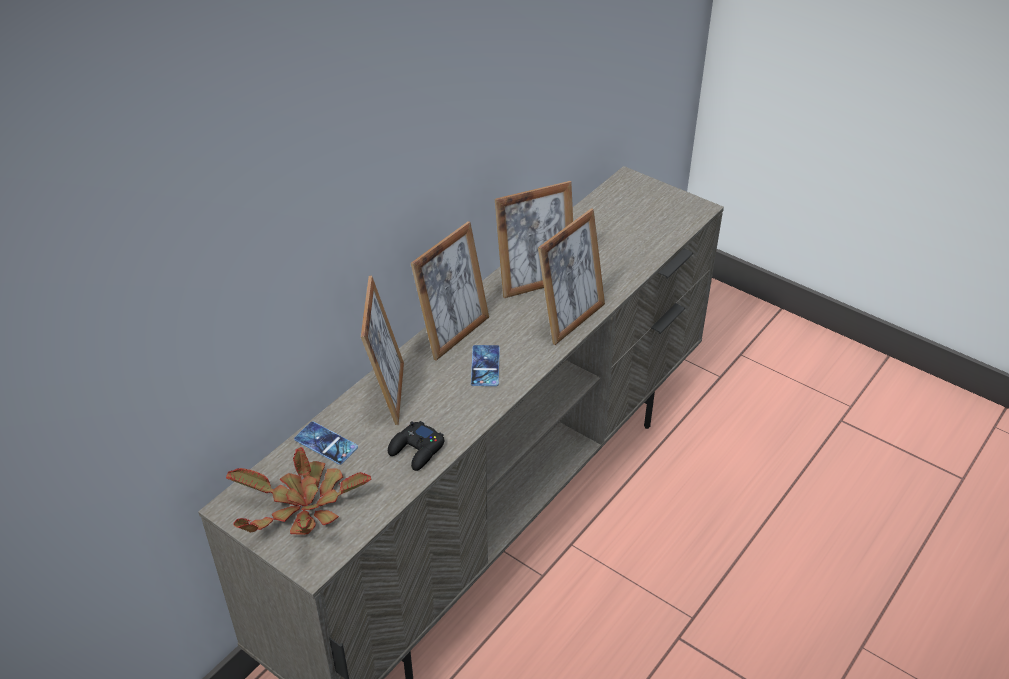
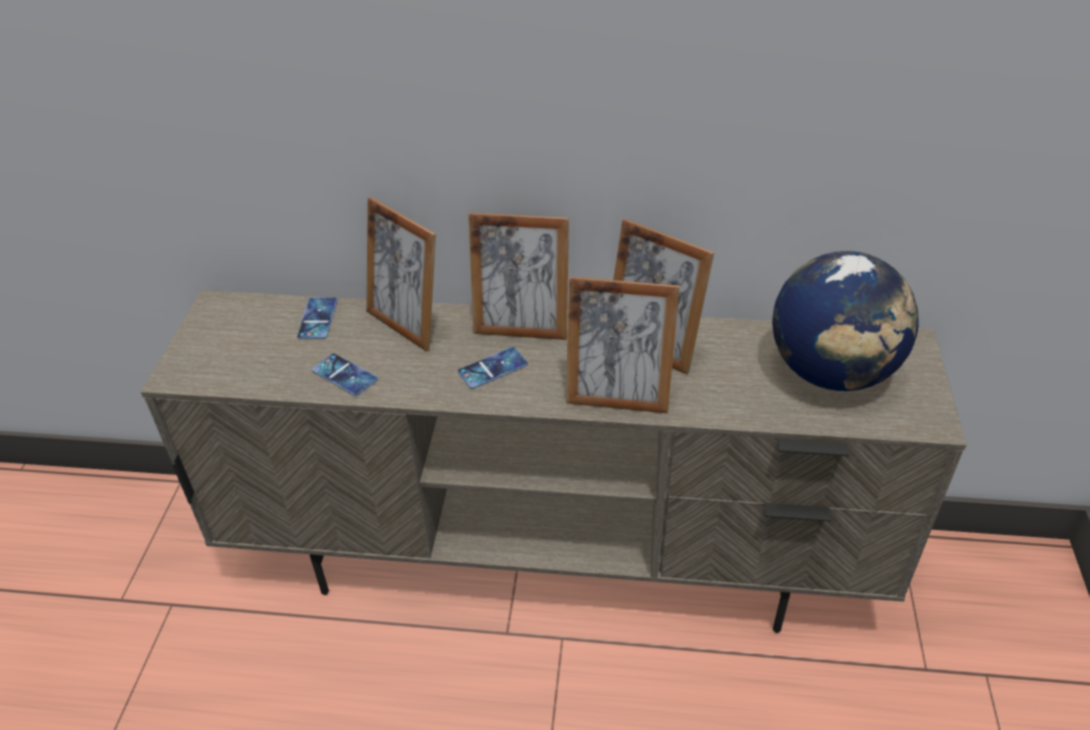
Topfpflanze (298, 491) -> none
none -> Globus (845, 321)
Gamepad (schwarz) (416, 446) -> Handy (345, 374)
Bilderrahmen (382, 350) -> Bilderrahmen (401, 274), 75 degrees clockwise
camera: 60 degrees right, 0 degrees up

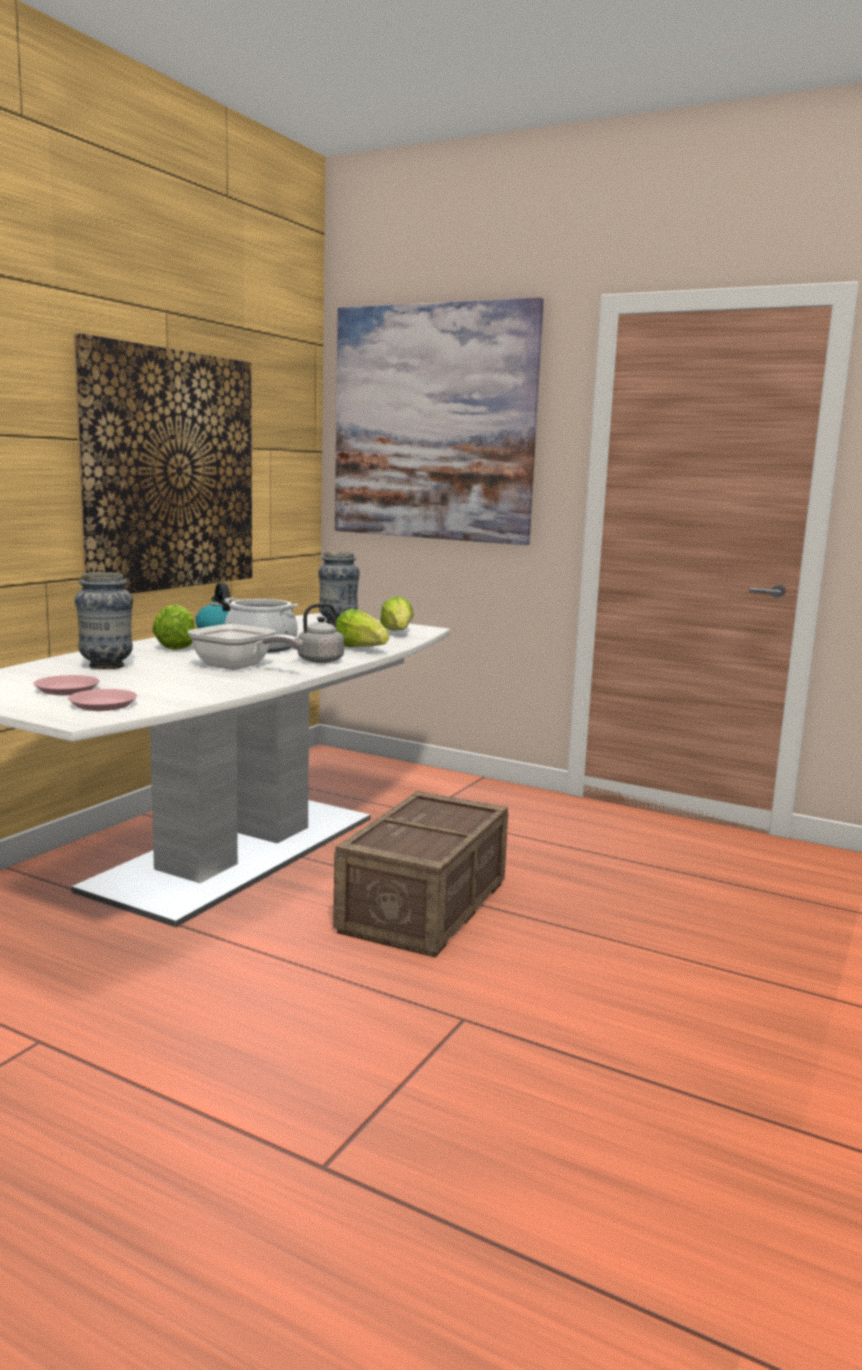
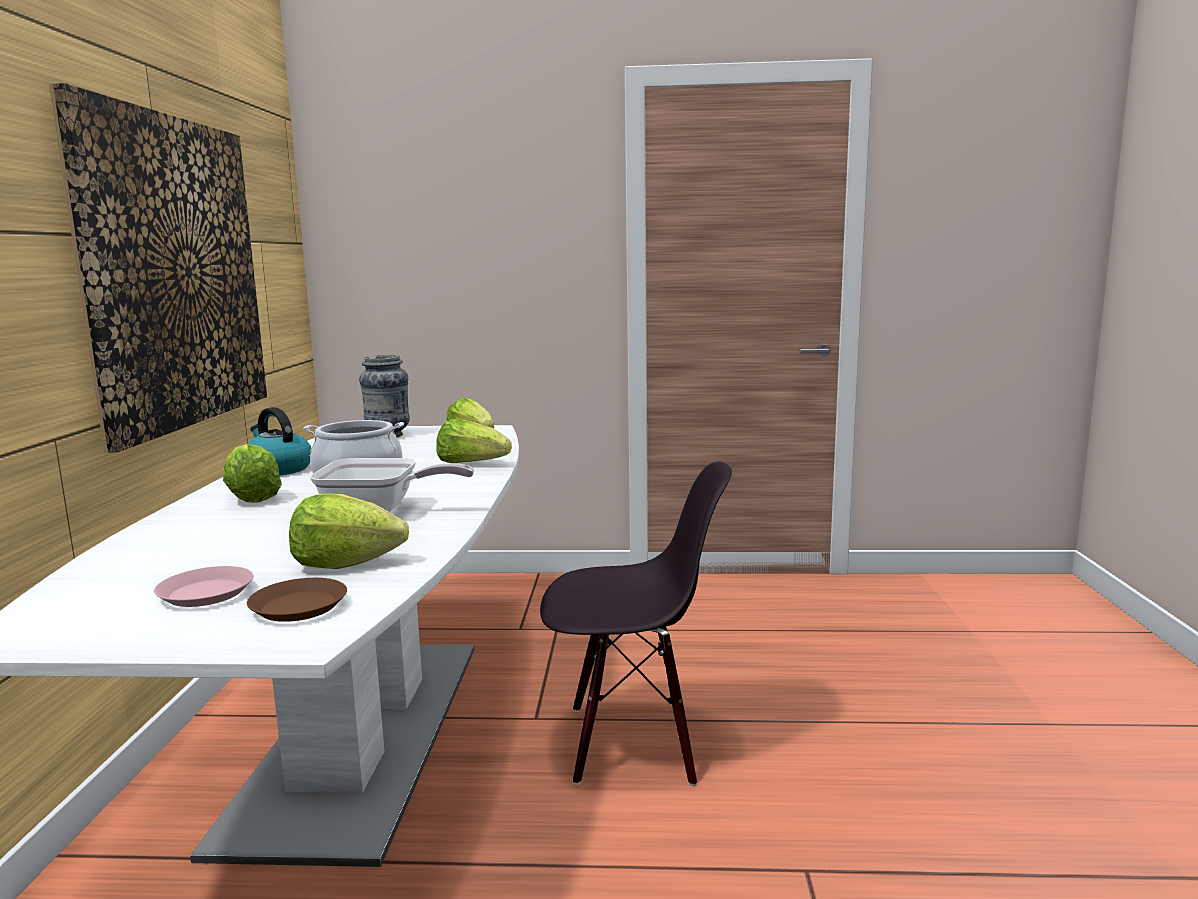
Vase (103, 620) -> none
Wasserkessel (grau) (314, 633) -> none
Bild (439, 421) -> none
none -> Salatkopf (349, 531)
Kiste (420, 874) -> Stuhl (schwarz) (636, 624)
Teller (rosa) (102, 700) -> Teller (braun) (297, 600)
camera: 25 degrees left, 0 degrees up

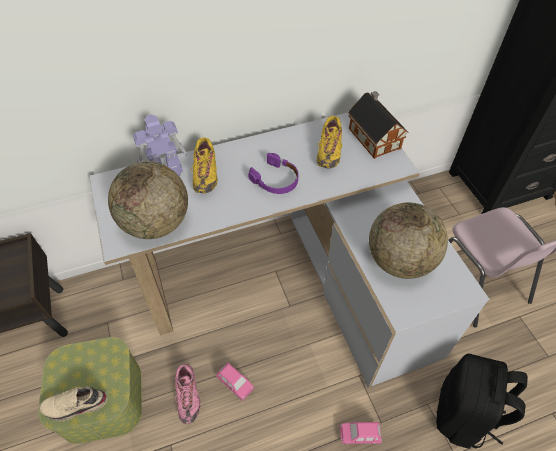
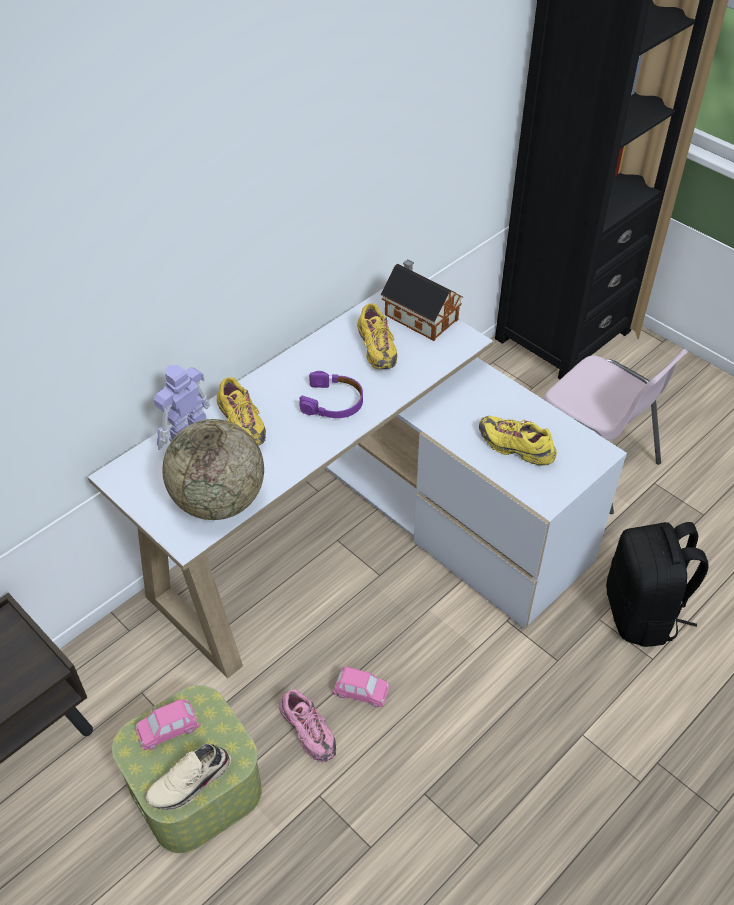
Spielzeugauto (rosa) (361, 432) -> Spielzeugauto (rosa) (167, 724), moved
Globus (408, 240) -> Schuh (gelb) (518, 441)
camera: 25 degrees left, 5 degrees down

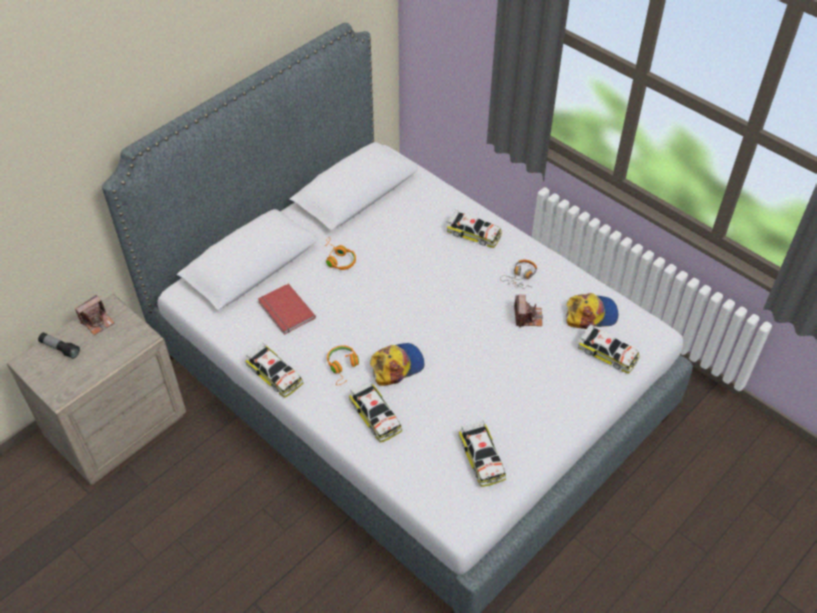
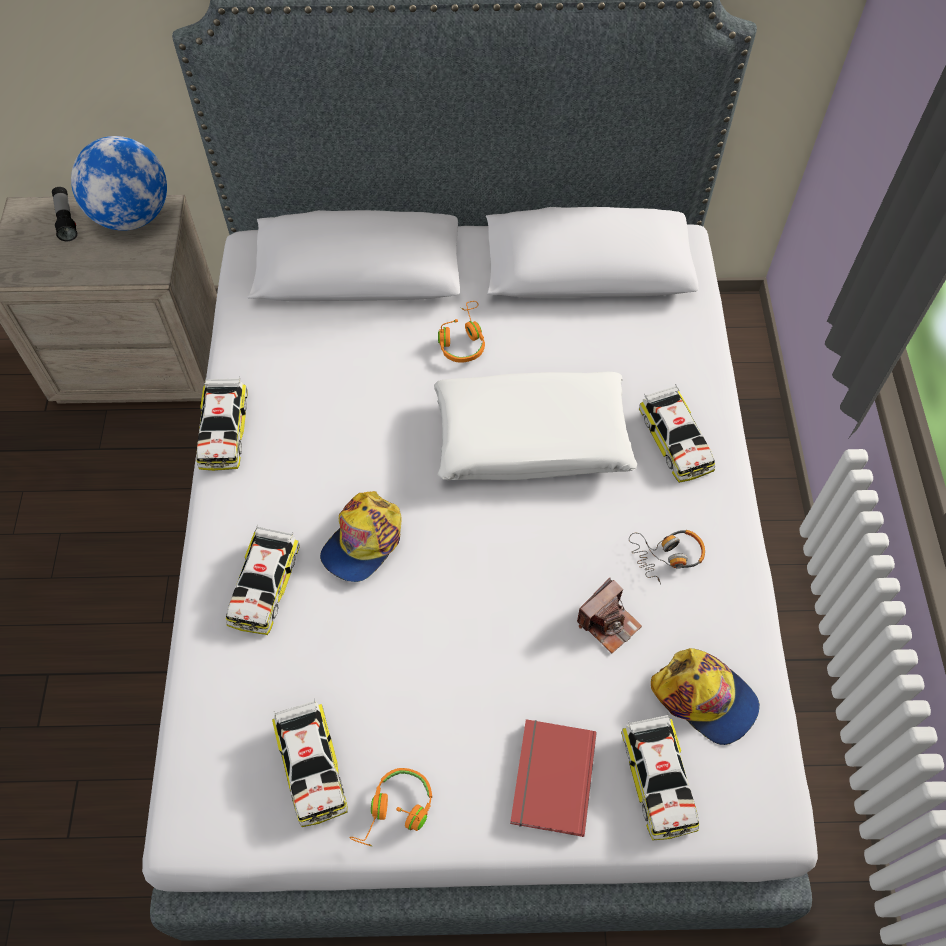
none -> Kissen (weiß) (535, 426)
Buch (rot) (287, 309) -> Buch (rot) (553, 778), moved
Kopfhörer (orange) (343, 365) -> Kopfhörer (orange) (391, 807), moved
Kamera (95, 315) -> Globus (119, 183)
Kappe (397, 364) -> Kappe (361, 536), 105 degrees clockwise
Spielzeugauto (482, 454) -> Spielzeugauto (310, 763), 45 degrees counterclockwise
camera: 45 degrees right, 10 degrees up

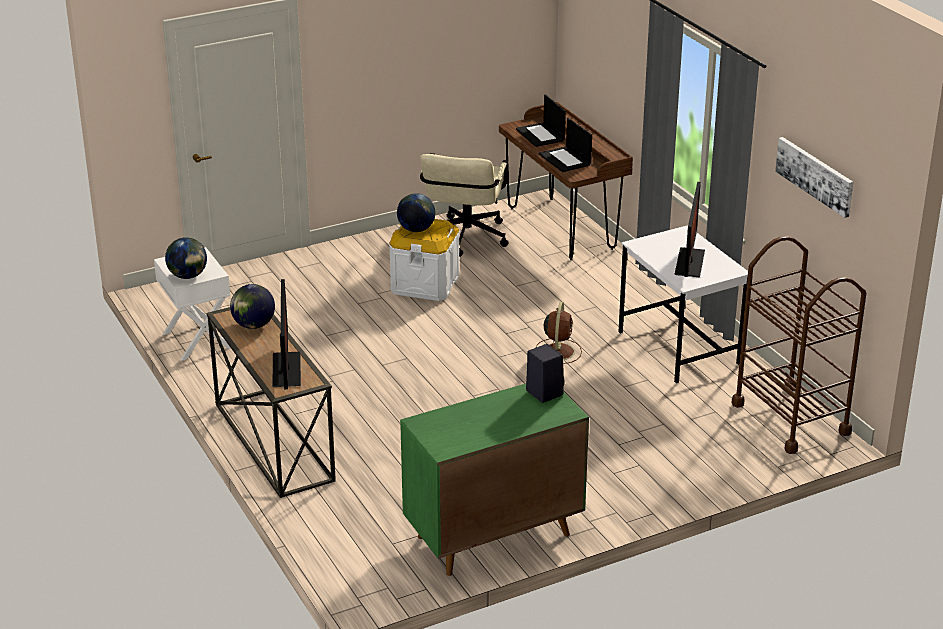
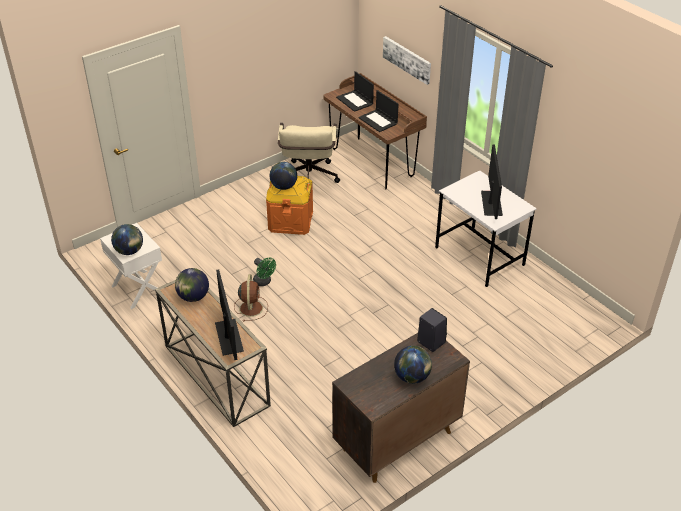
Rollwagen (braun) (799, 345) -> none
none -> Ventilator (grün) (264, 272)
none -> Globus (413, 365)
Ventilator (braun) (559, 333) -> Ventilator (braun) (251, 297), moved
Bild (814, 177) -> Bild (407, 60), moved
Aufbewahrungsbox (weiß) (424, 260) -> Aufbewahrungsbox (orange) (289, 205)
Schrank (grün) (494, 480) -> Schrank (braun) (401, 408)
camera: 10 degrees left, 10 degrees up

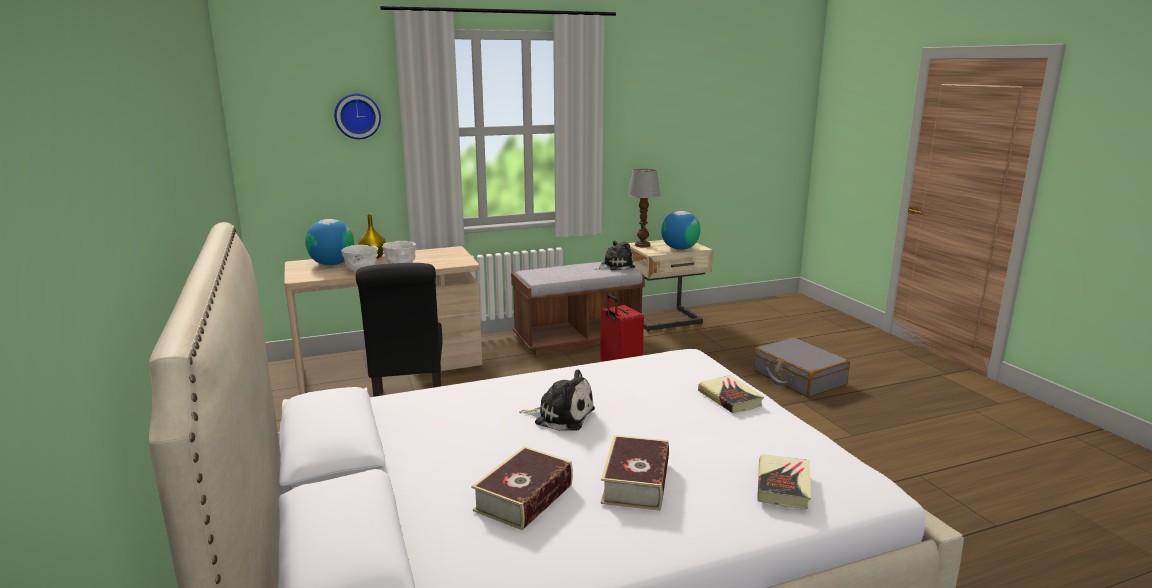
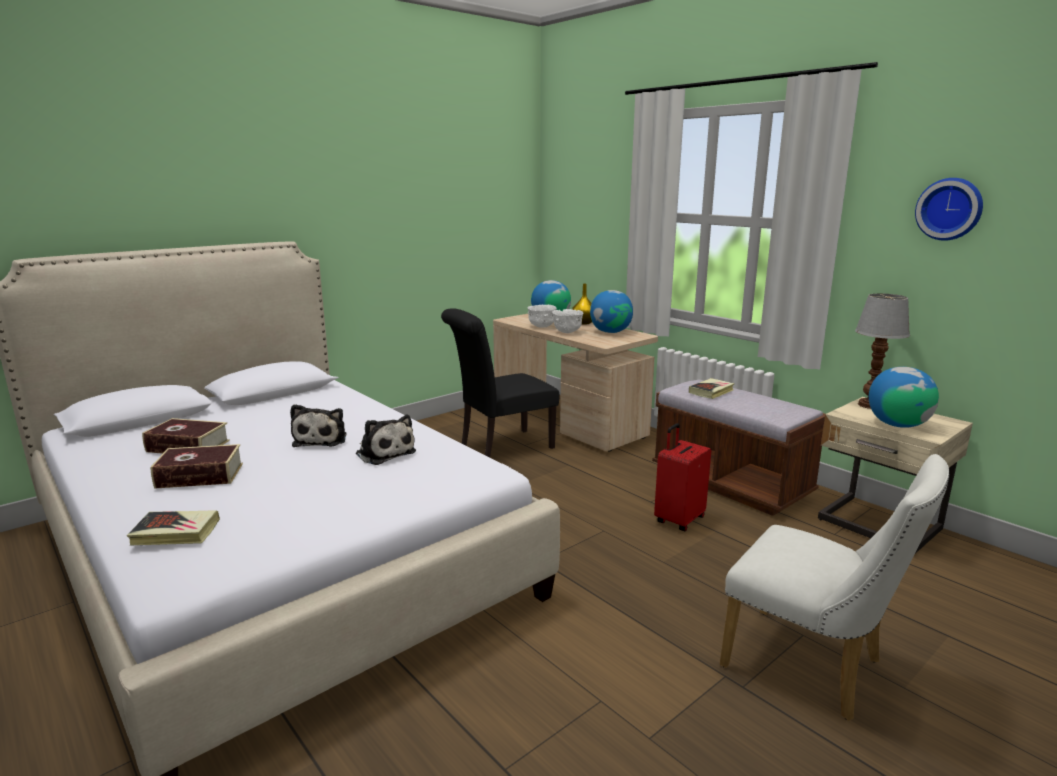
none -> Globus (611, 311)
Wanduhr (357, 116) -> Wanduhr (949, 209), moved
Plüschtier (615, 255) -> Plüschtier (386, 440), moved
Buch (731, 394) -> Buch (712, 388), moved
Koffer (grau) (802, 367) -> Stuhl (weiß) (834, 587)
camera: 70 degrees right, 0 degrees up

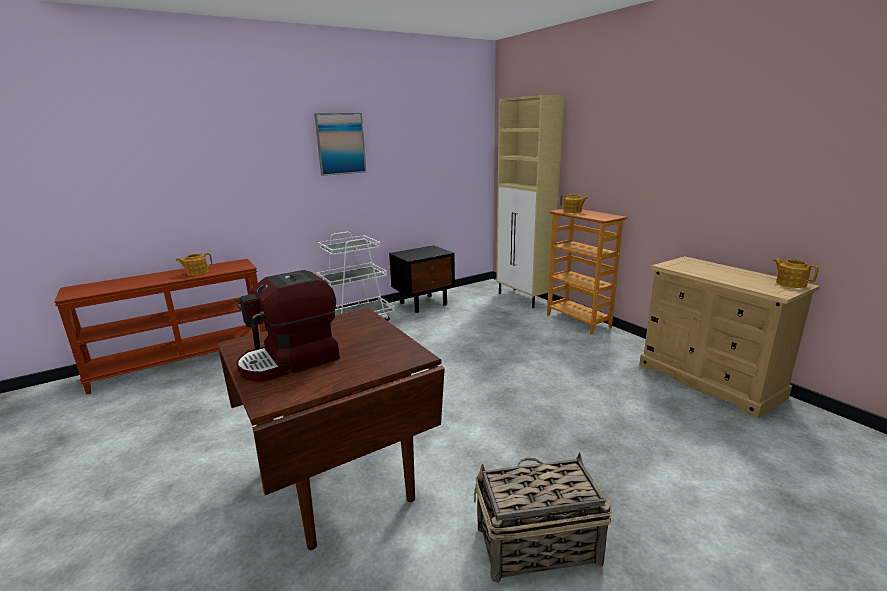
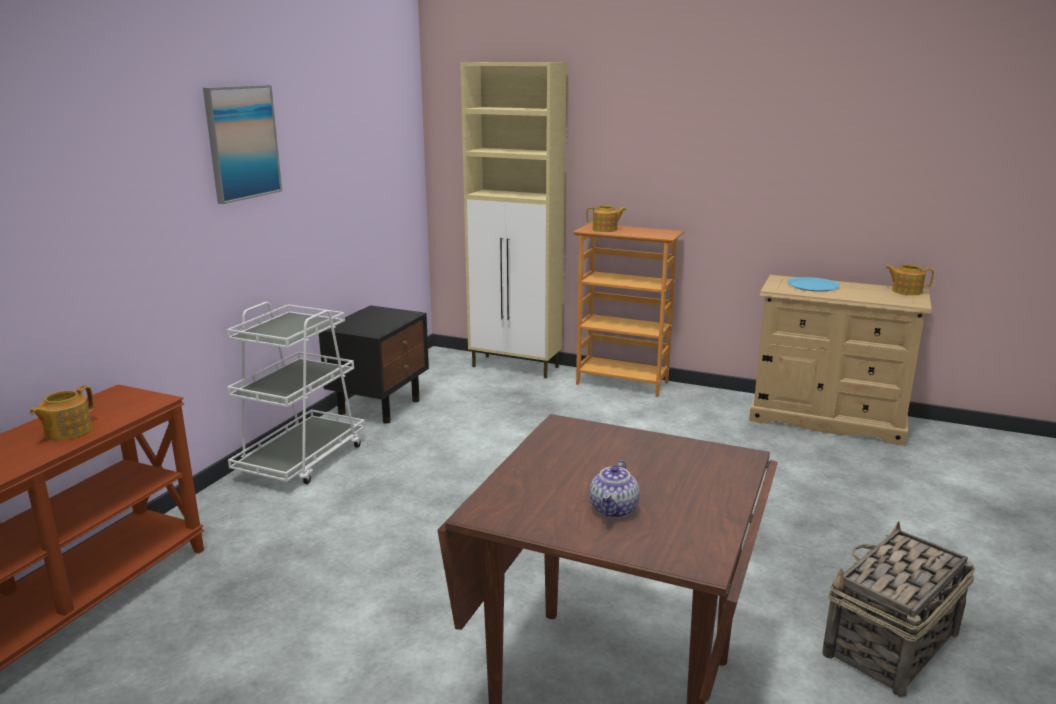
none -> Teller (blau) (813, 284)
Kaffeemaschine (288, 326) -> Teekanne (615, 489)
camera: 35 degrees left, 0 degrees up

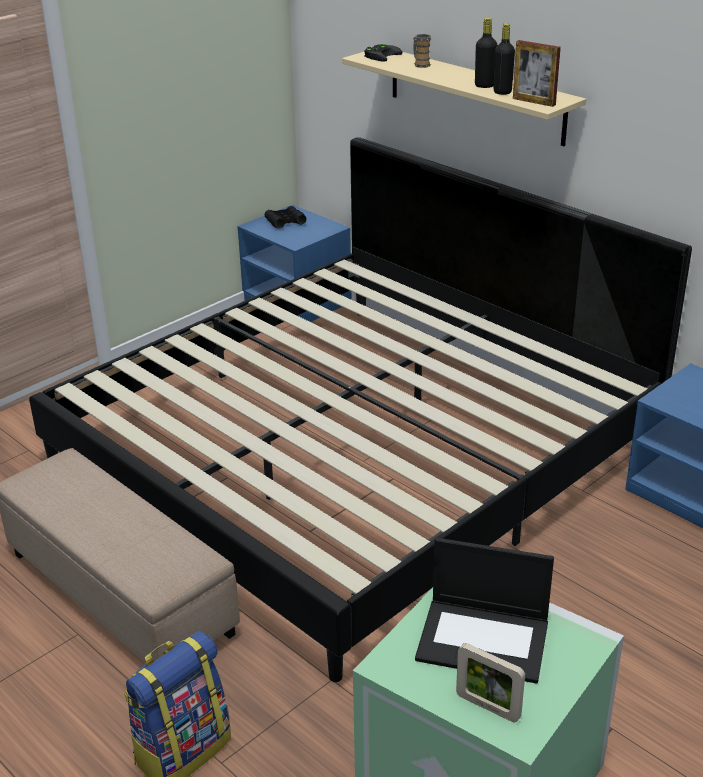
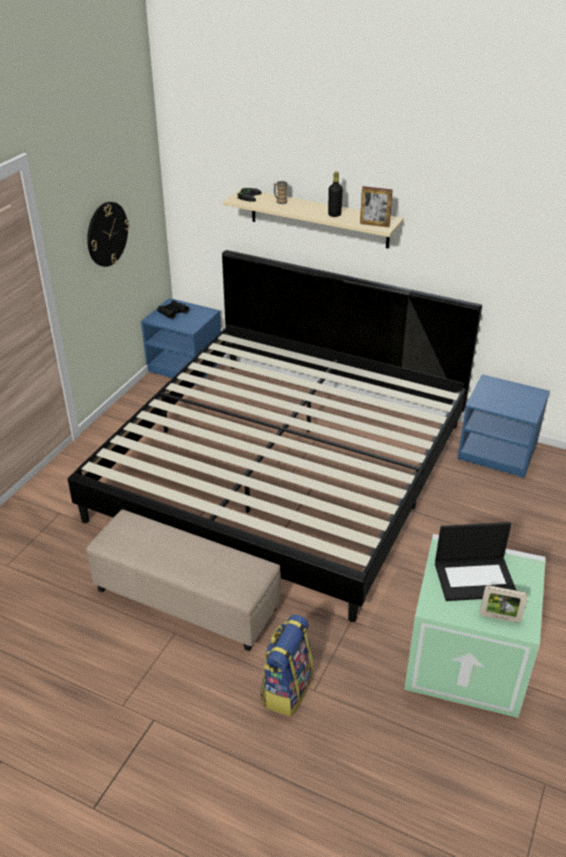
Flasche (schwarz) (504, 59) -> none
none -> Wanduhr (108, 234)
camera: 20 degrees left, 5 degrees up

